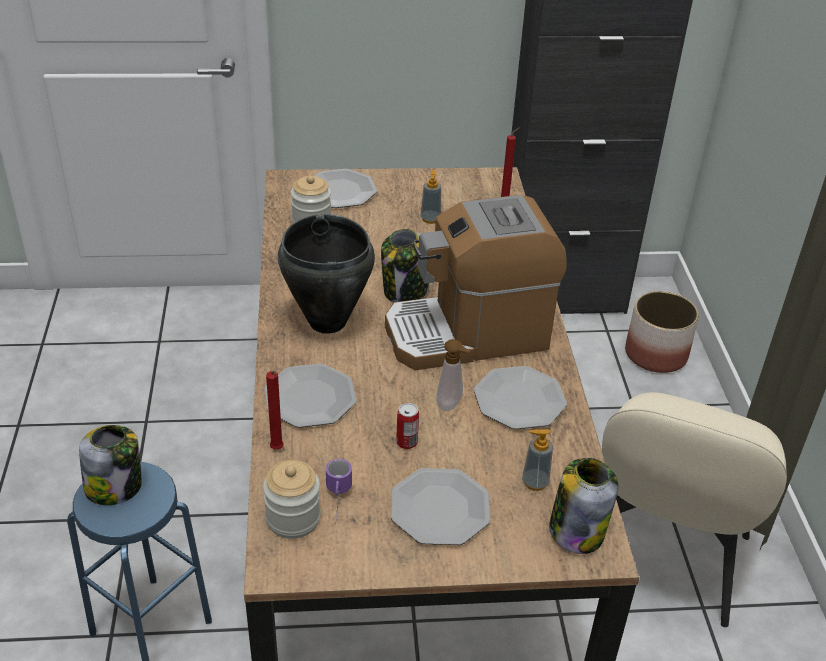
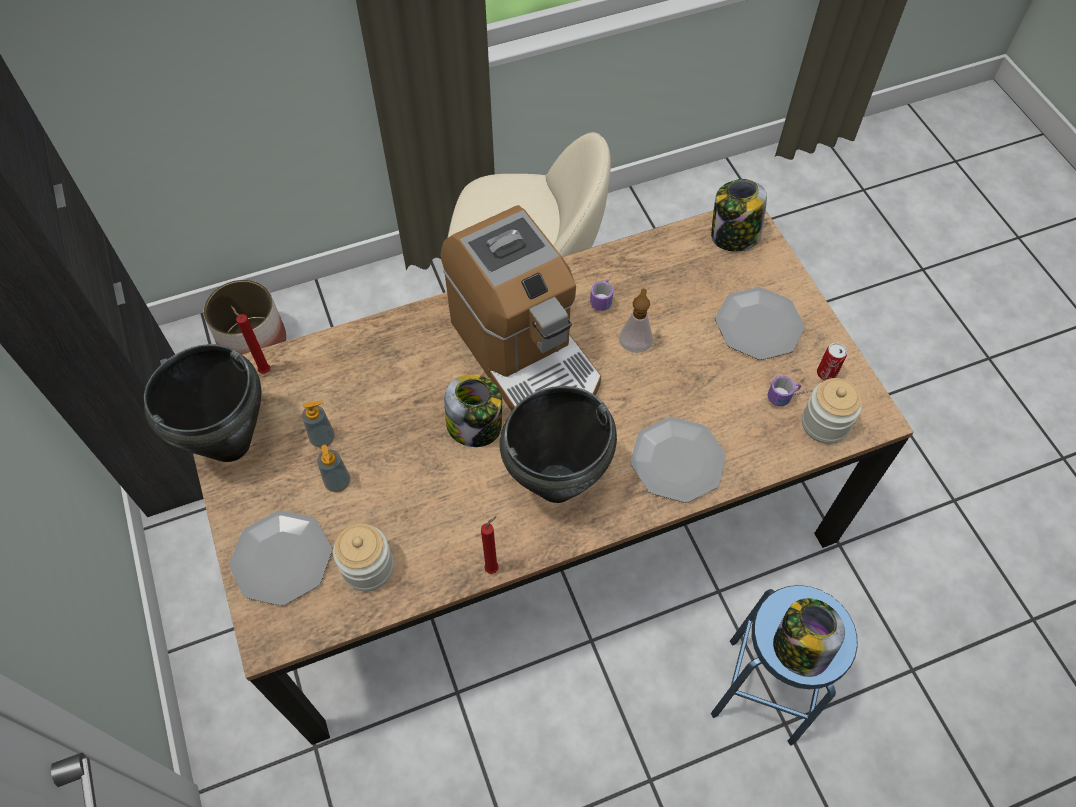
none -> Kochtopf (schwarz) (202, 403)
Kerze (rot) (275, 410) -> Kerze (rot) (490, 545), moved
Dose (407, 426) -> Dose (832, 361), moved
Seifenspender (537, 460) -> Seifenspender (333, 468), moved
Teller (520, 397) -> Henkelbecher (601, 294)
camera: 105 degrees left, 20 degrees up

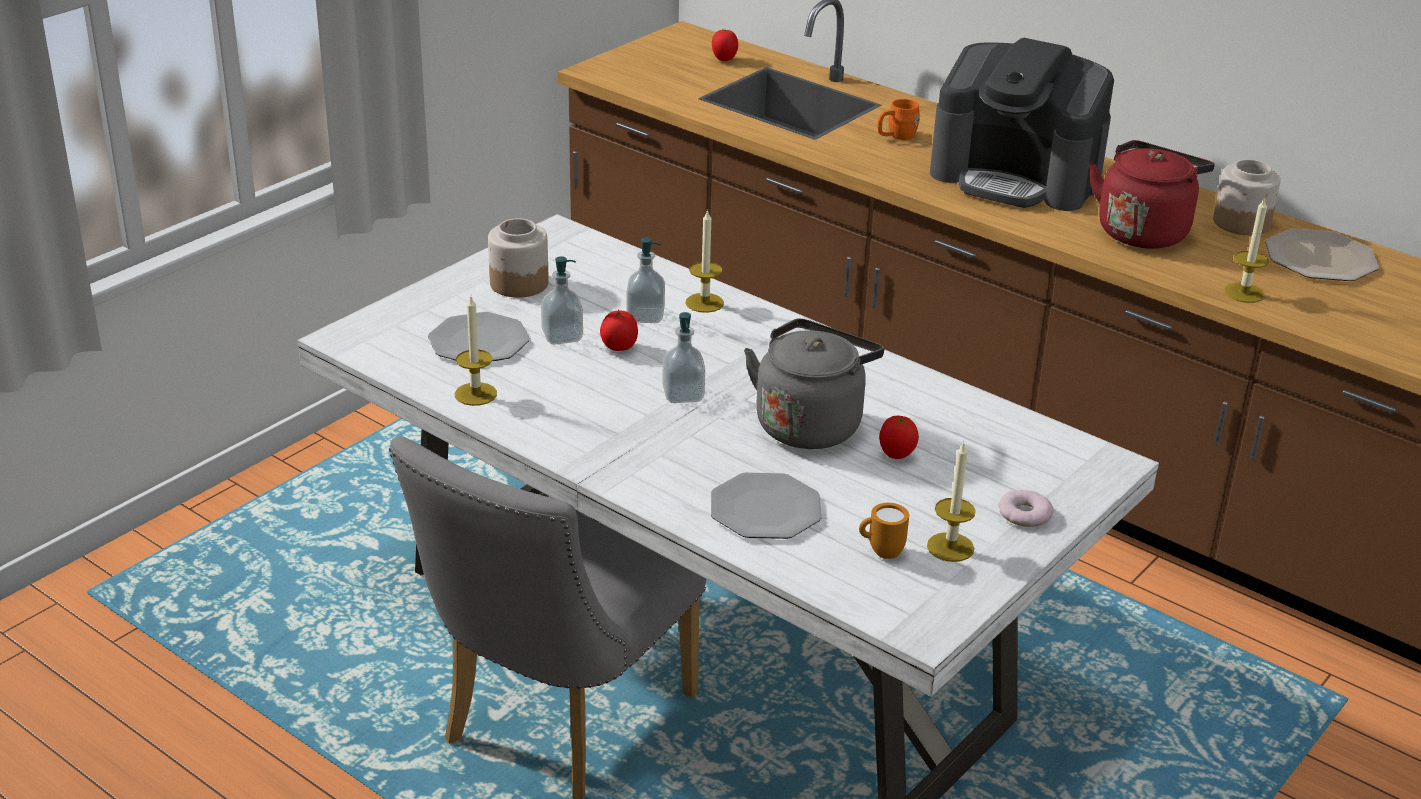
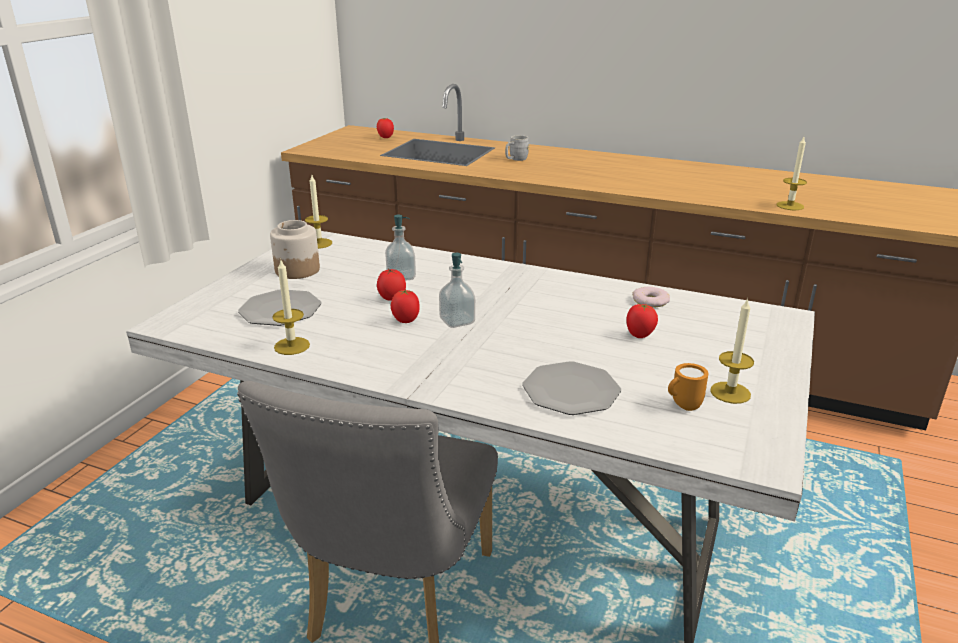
Seifenspender (562, 300) -> none
Wasserkessel (grau) (814, 383) -> none
Kaffeemaschine (1022, 124) -> none
Wasserkessel (rot) (1152, 194) -> none
Vorratsglas (1247, 197) -> none
Teller (1322, 254) -> none
none -> Tomate (405, 306)
Kerze (705, 261) -> Kerze (318, 212), moved
Donut (1026, 508) -> Donut (651, 297), moved
Henkelbecher (orange) (899, 119) -> Henkelbecher (grau) (517, 148)
camera: 15 degrees left, 5 degrees down

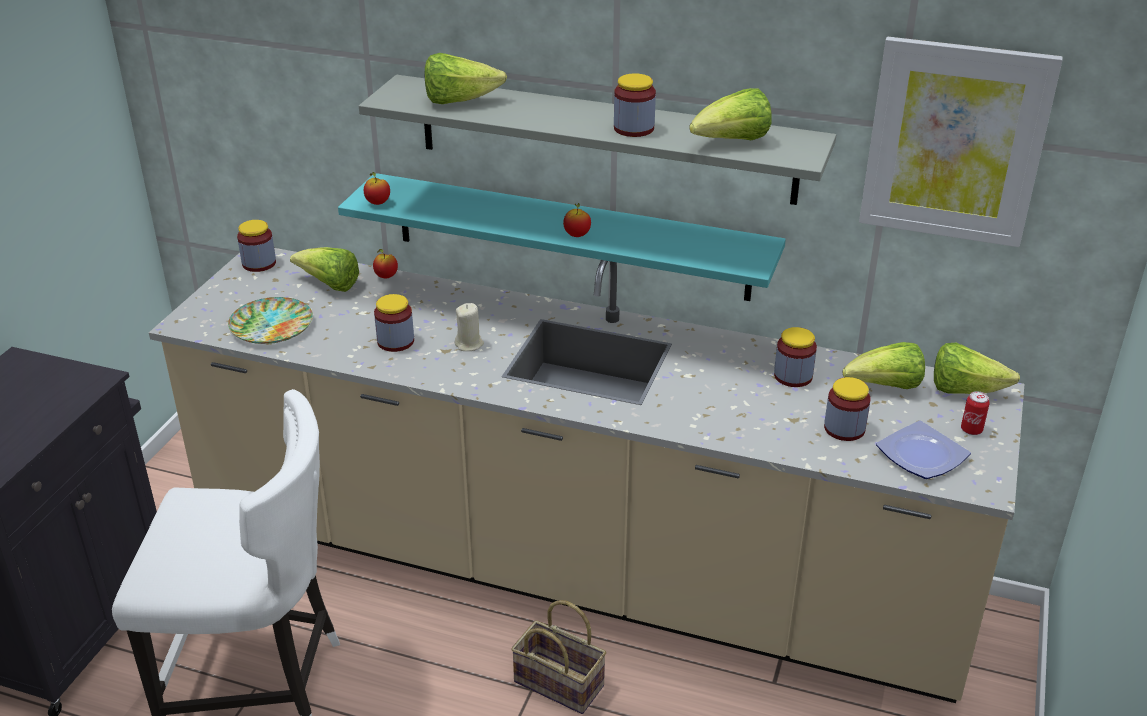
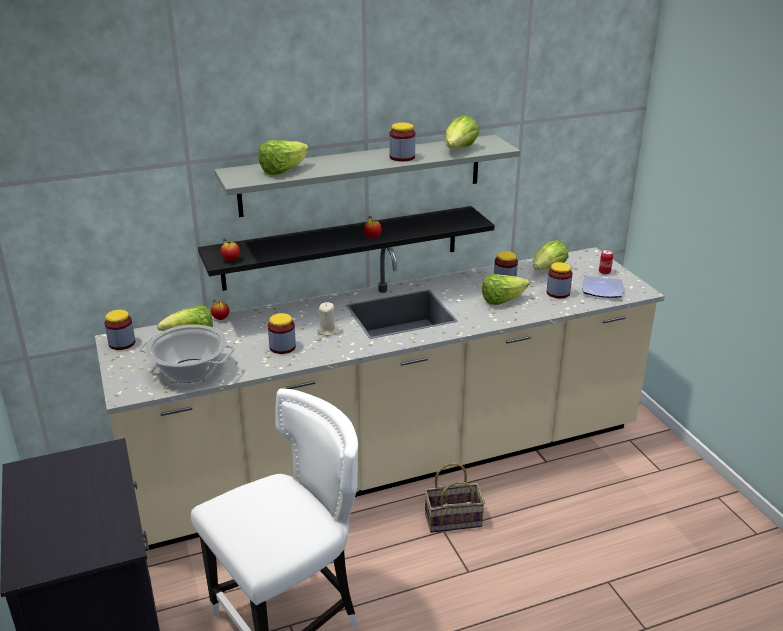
Bild (961, 142) -> none
Salatkopf (977, 368) -> Salatkopf (506, 289), moved
Teller (270, 320) -> Kochtopf (187, 354)
Wandregal (türkis) (562, 237) -> Wandregal (schwarz) (346, 248)
camera: 40 degrees left, 5 degrees down

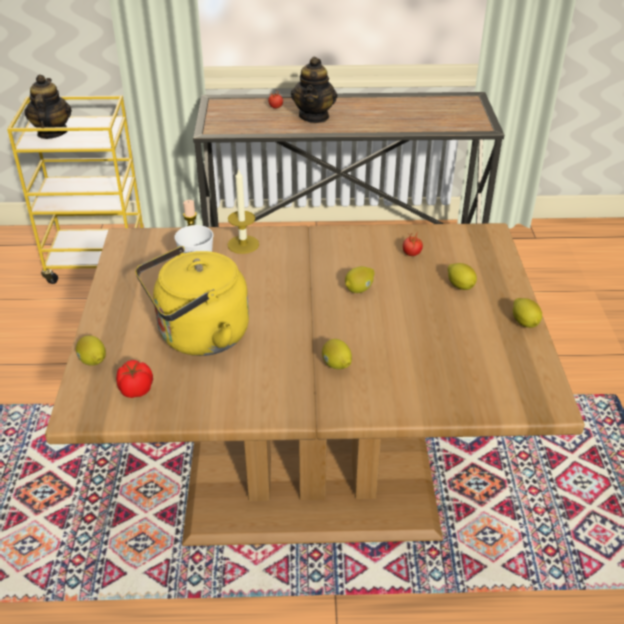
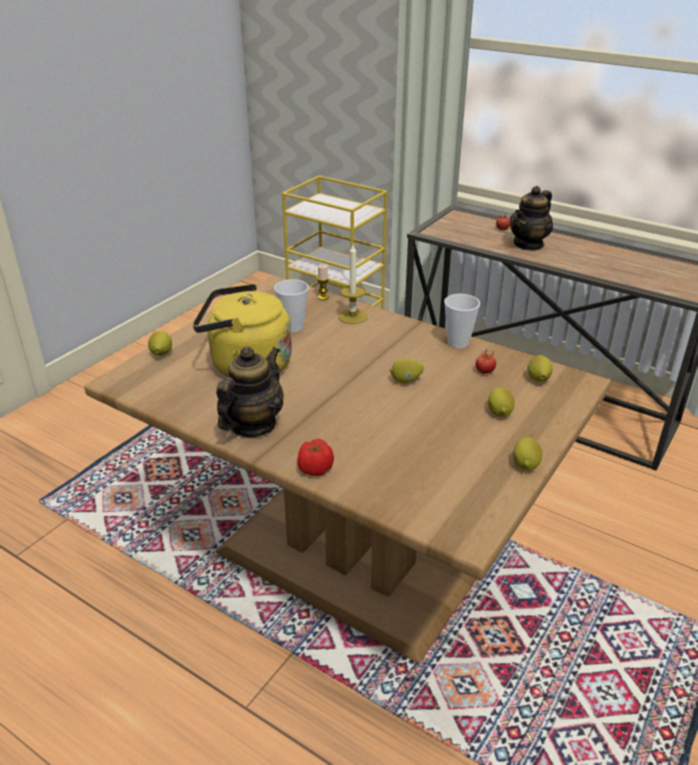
none -> Tasse (462, 321)
Teekanne (48, 106) -> Teekanne (250, 391), moved
Tomate (134, 379) -> Tomate (315, 457), moved
Zitrone (337, 354) -> Zitrone (539, 368), moved
camera: 35 degrees right, 5 degrees down

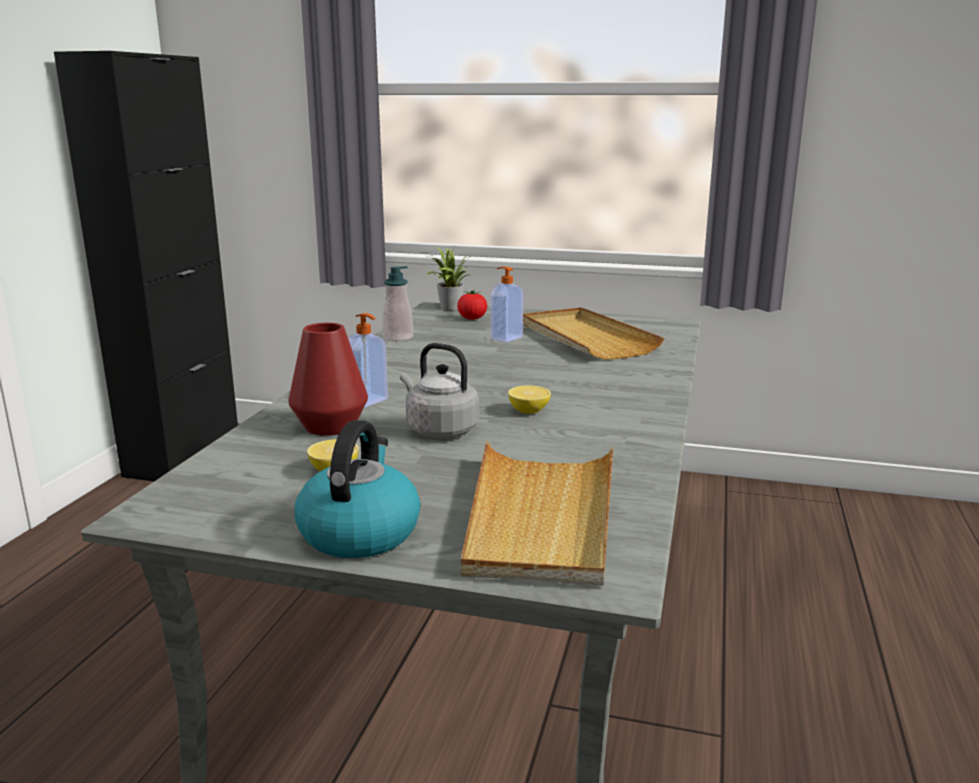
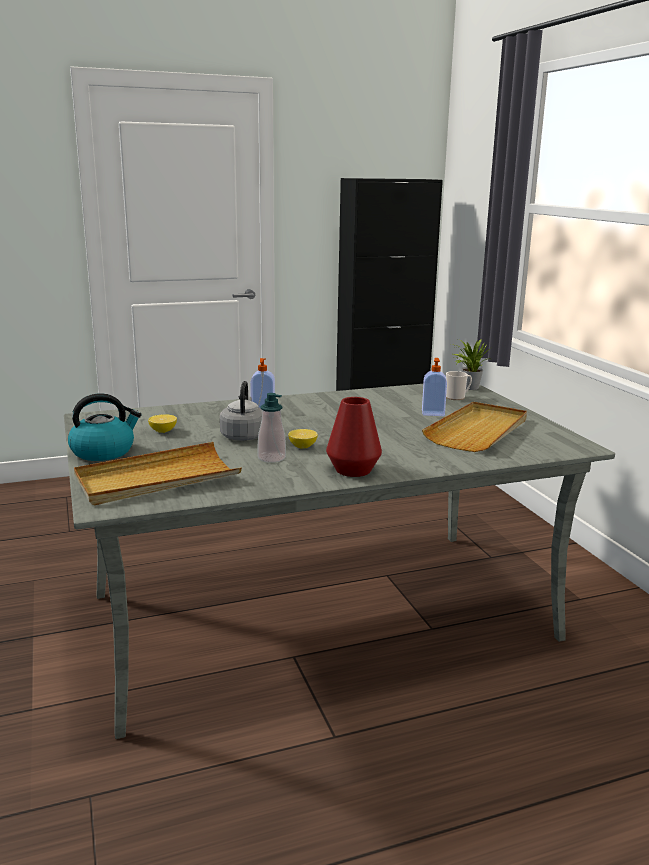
Vase (rot) (328, 379) -> Vase (rot) (354, 437), moved
Seifenspender (397, 304) -> Seifenspender (271, 428), moved
Tomate (472, 305) -> Henkelbecher (459, 385)
camera: 55 degrees right, 0 degrees up

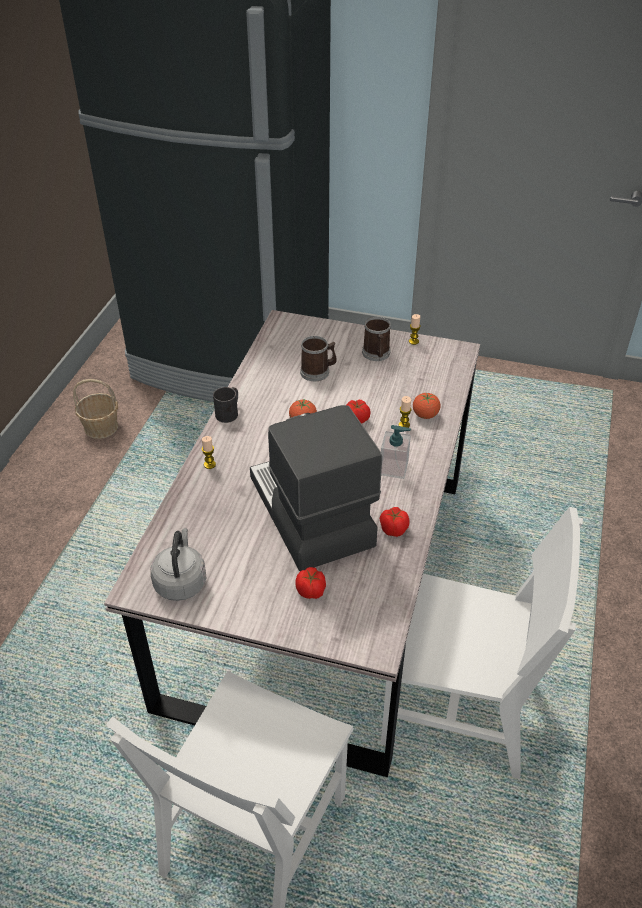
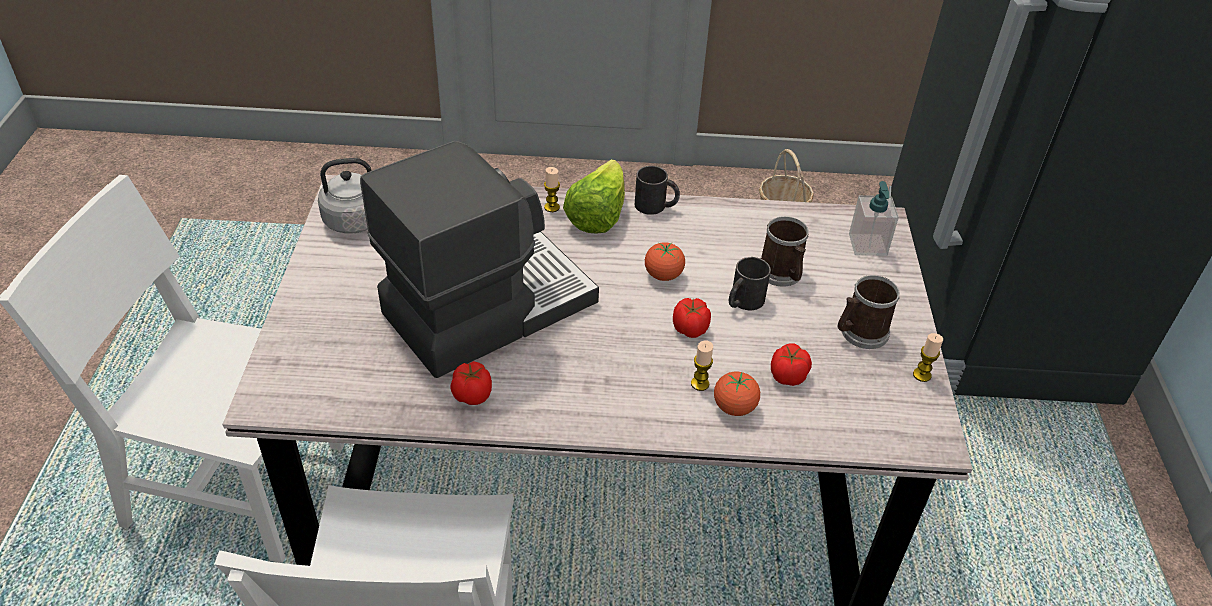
none -> Salatkopf (594, 196)
none -> Henkelbecher (schwarz) (750, 283)
Tomate (310, 583) -> Tomate (791, 365), moved
Seifenspender (396, 452) -> Seifenspender (874, 218), moved
camera: 75 degrees right, 0 degrees up

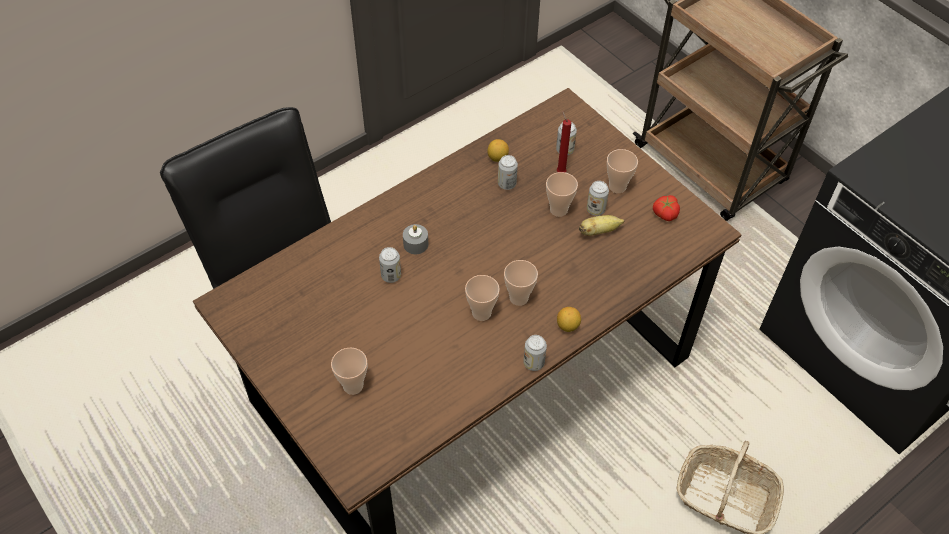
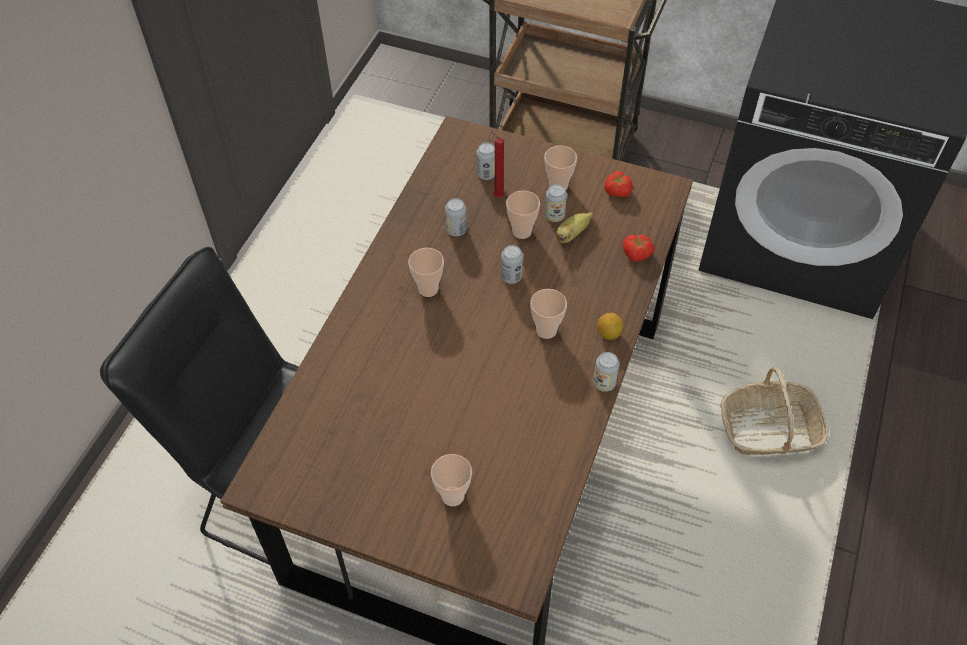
Kerze (grau) (415, 239) -> none
Zitrone (498, 150) -> none
none -> Tomate (639, 248)
Dose (390, 265) -> Dose (512, 264), moved
Tasse (482, 298) -> Tasse (426, 272), moved
camera: 30 degrees left, 0 degrees up

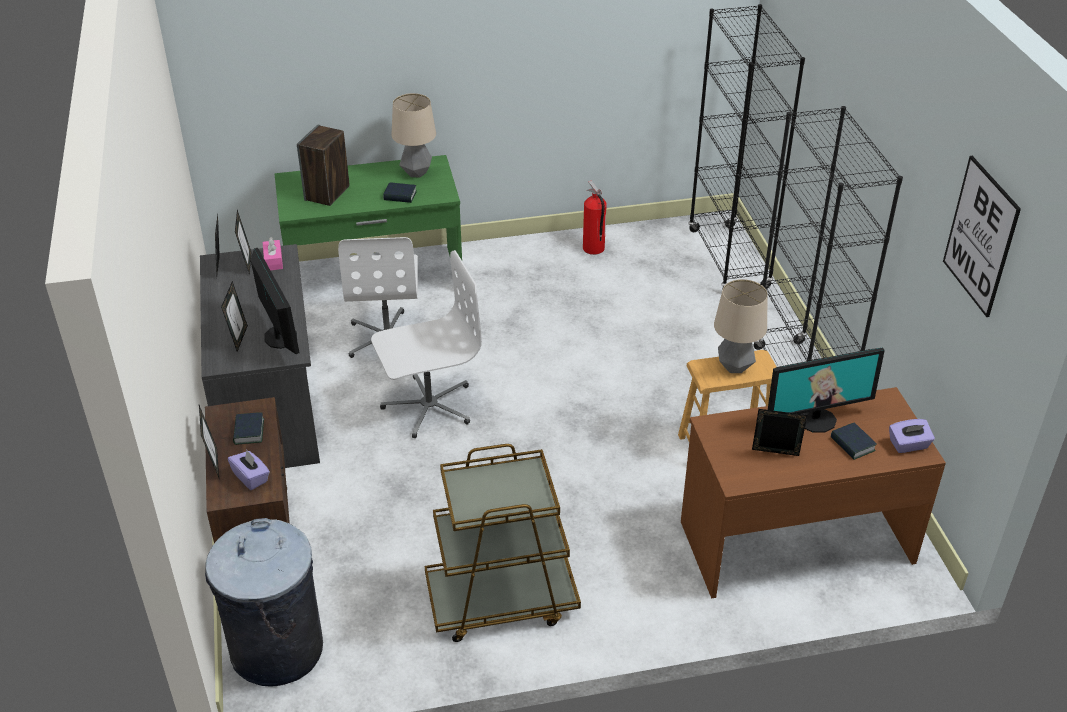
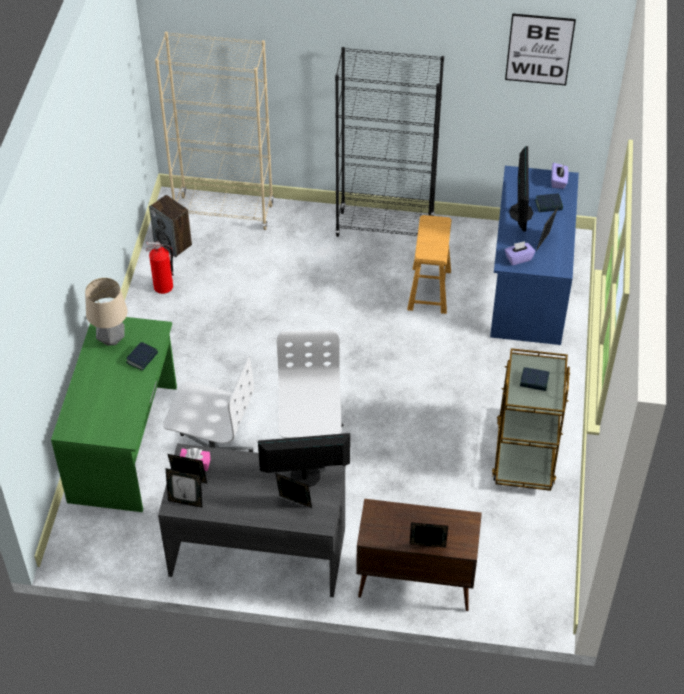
Mülleimer (grau) (264, 602) -> none
Tischlampe (741, 326) -> none
Taschentuchbox (lila) (249, 470) -> Taschentuchbox (lila) (520, 253), moved
Buch (248, 428) -> Buch (535, 379), moved
Lautsprecher (323, 165) -> Lautsprecher (170, 226), moved
Schreibtisch (braun) (813, 493) -> Schreibtisch (blau) (534, 255)
Bücherregal (schwarz) (746, 147) -> Bücherregal (beige) (214, 130)
camera: 70 degrees left, 10 degrees up

